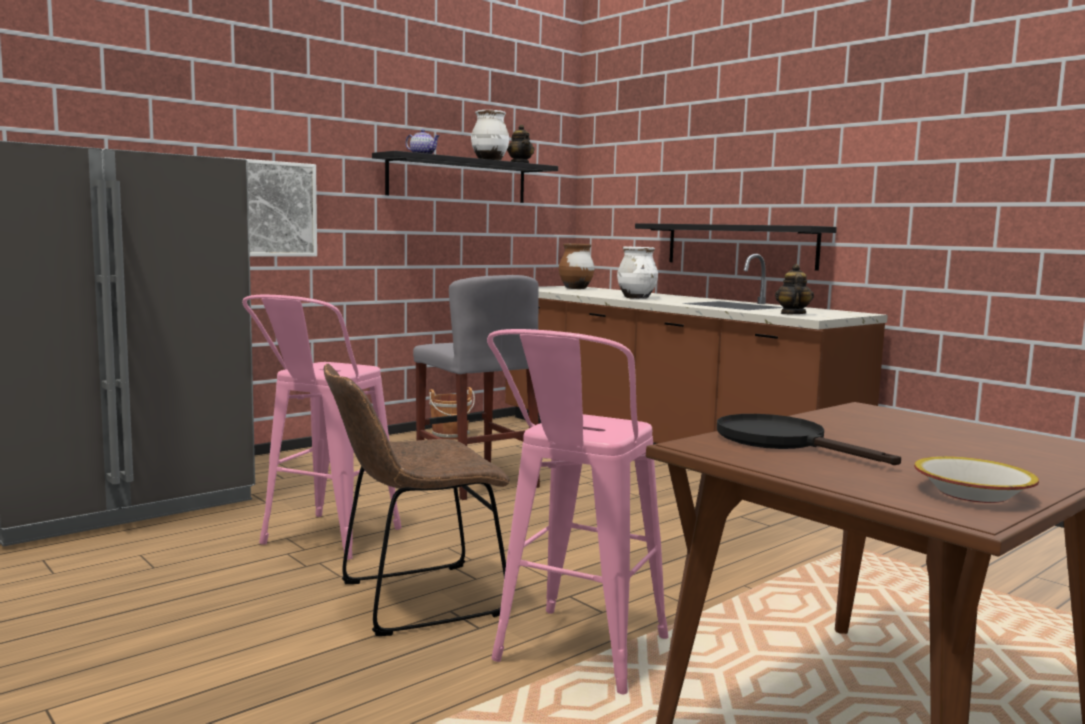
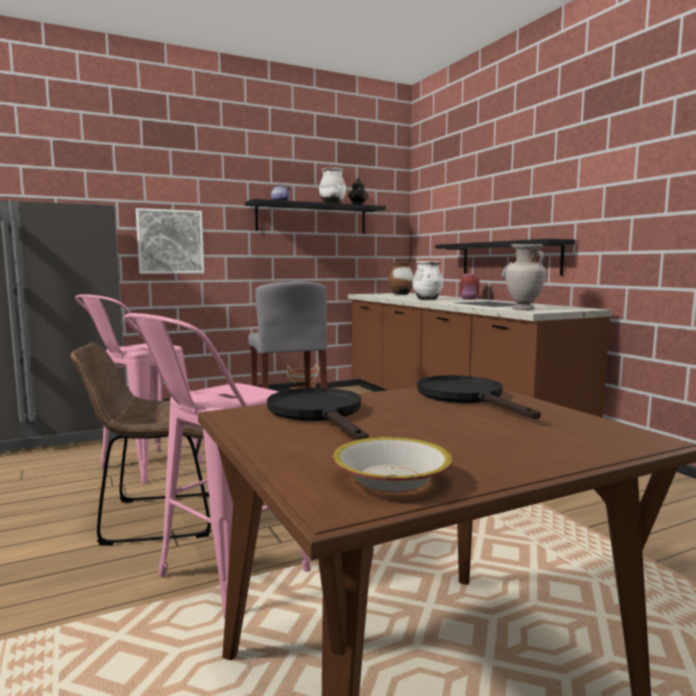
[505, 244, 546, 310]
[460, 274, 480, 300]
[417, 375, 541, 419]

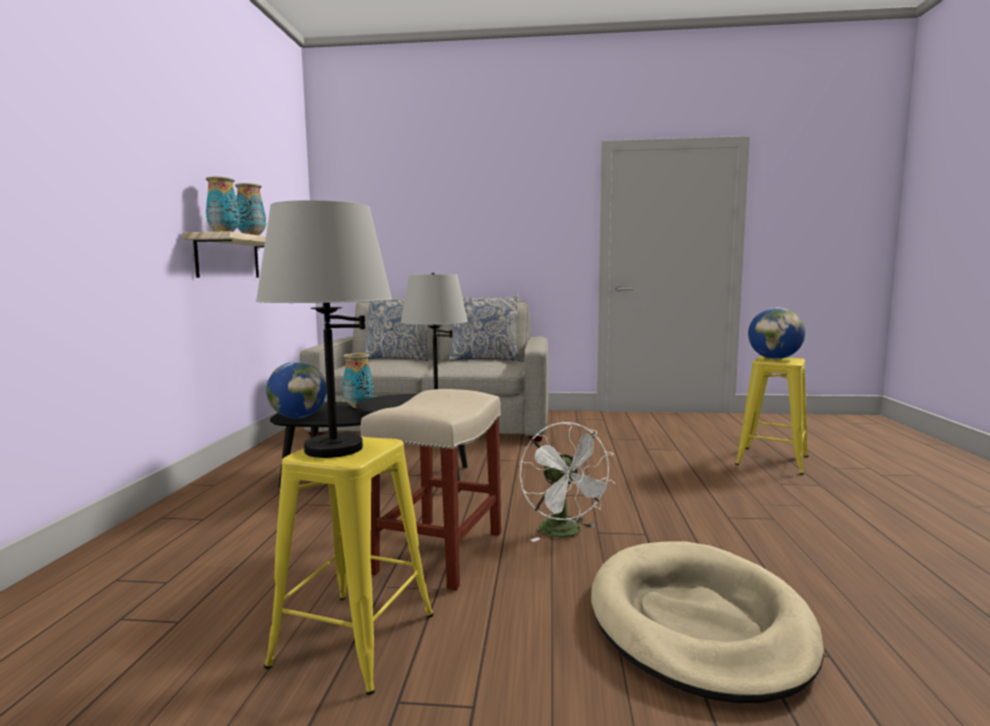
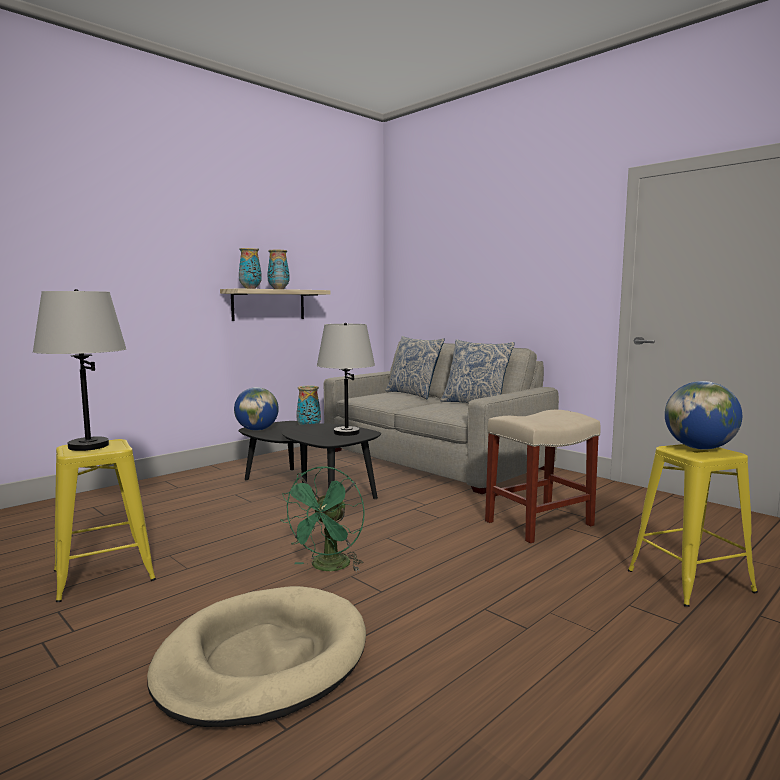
[485, 410, 601, 543]
[280, 466, 364, 571]

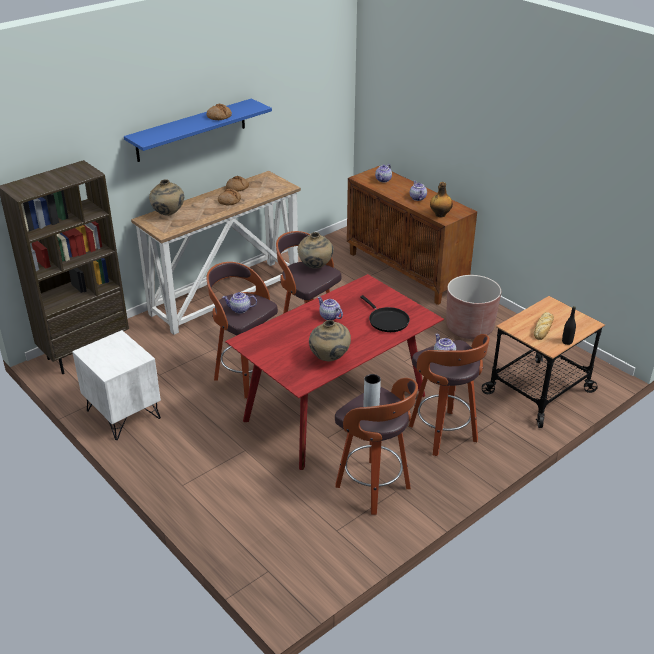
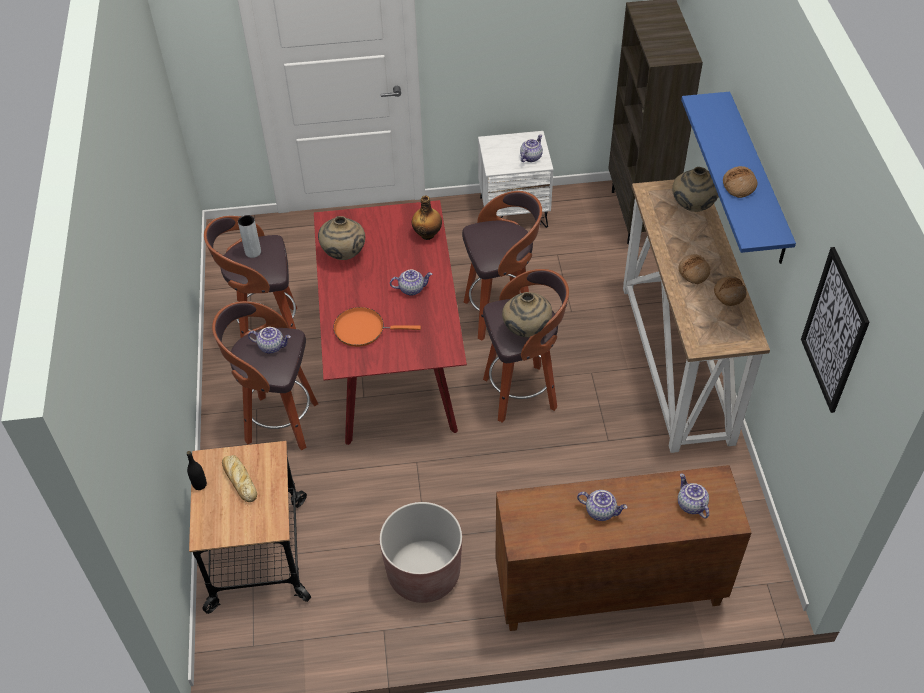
[412, 196, 442, 240]
[520, 134, 543, 162]
[333, 307, 421, 347]
[801, 247, 870, 413]

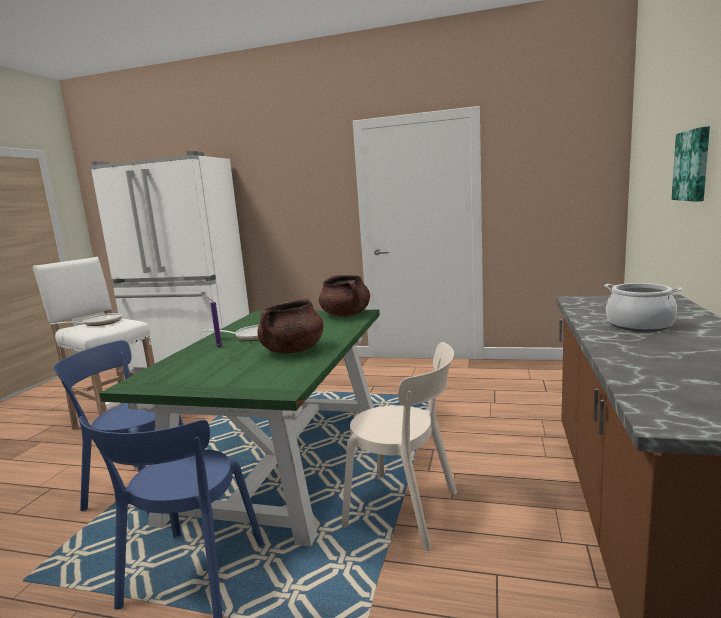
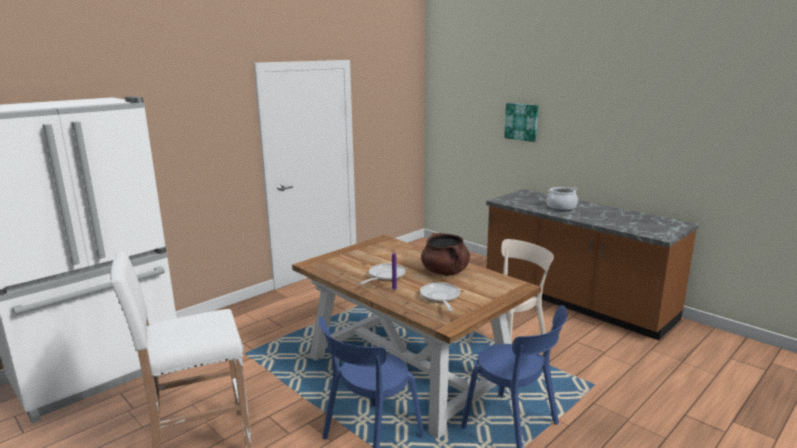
[319, 275, 370, 317] (first image)
[292, 235, 541, 439]
[420, 283, 460, 311]

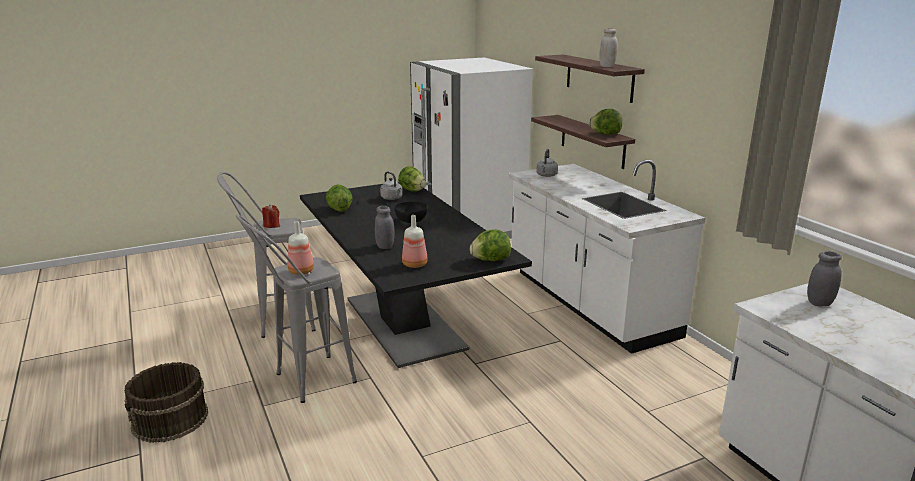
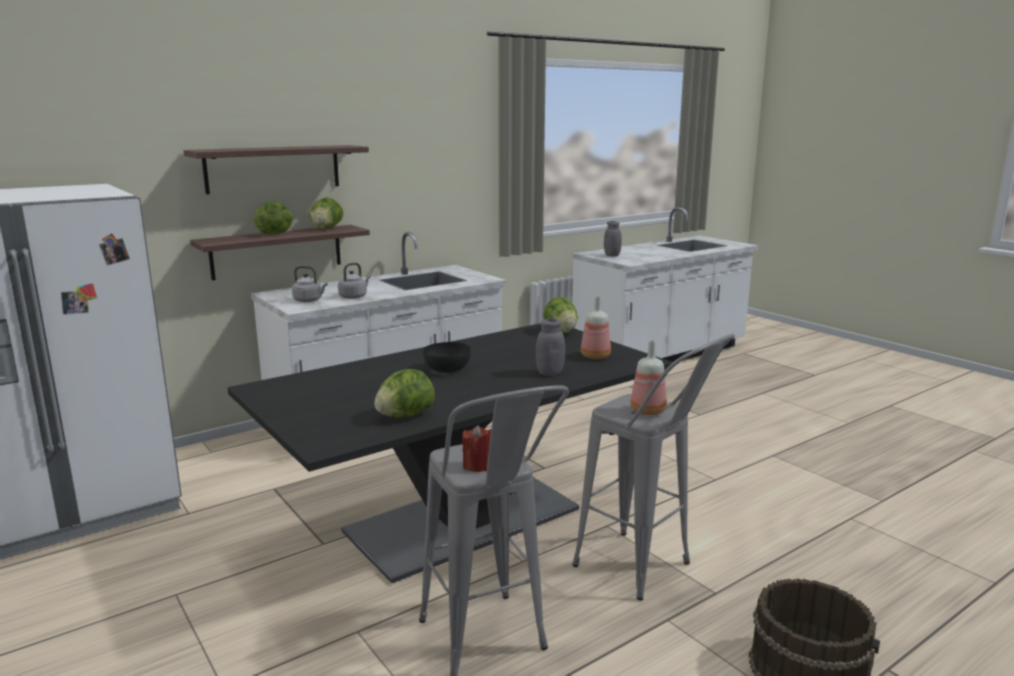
[599, 28, 618, 67] (first image)
[254, 201, 293, 234]
[338, 263, 371, 299]

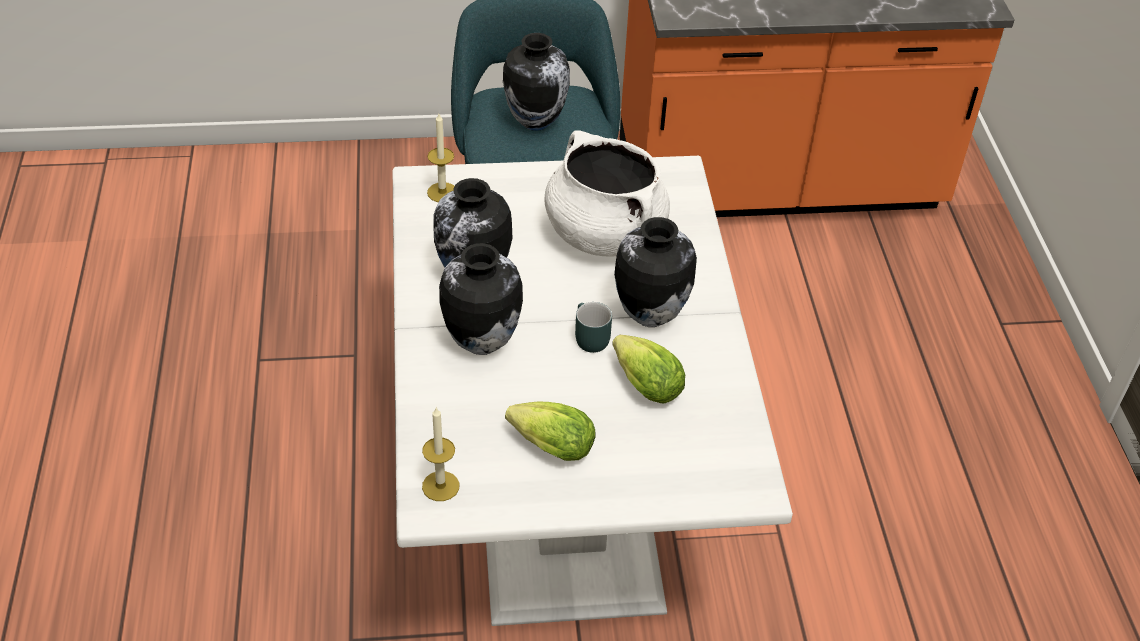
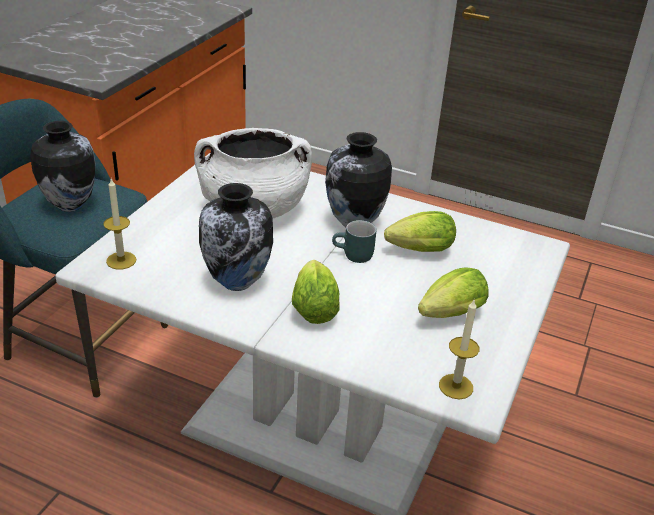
[292, 260, 340, 324]

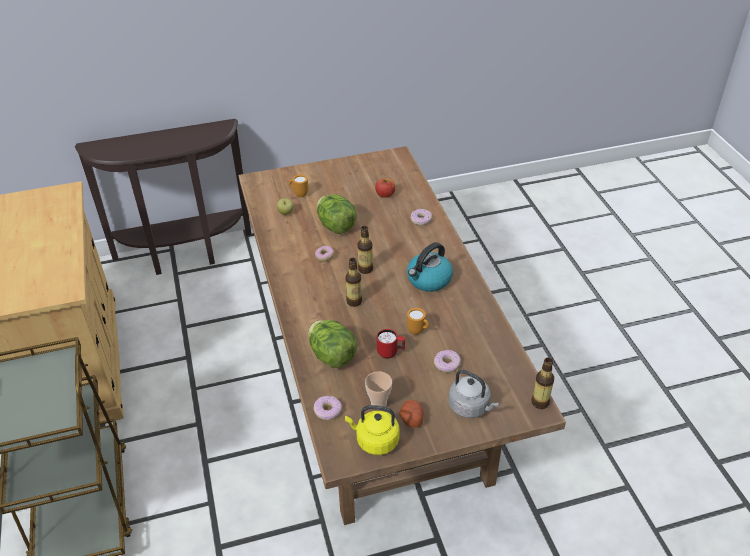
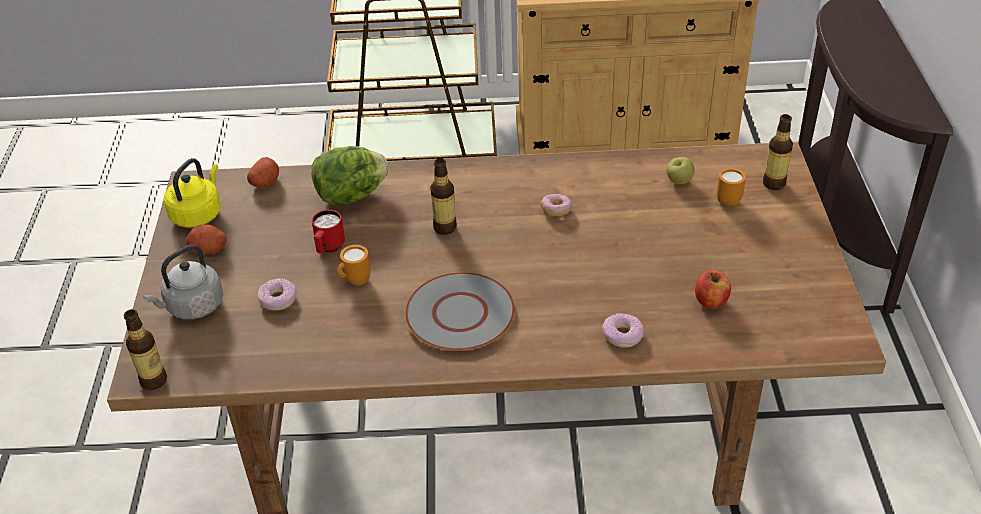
[317, 194, 357, 234] (first image)
[763, 114, 793, 190]
[405, 272, 515, 351]
[365, 371, 392, 410] (first image)
[247, 157, 279, 188]

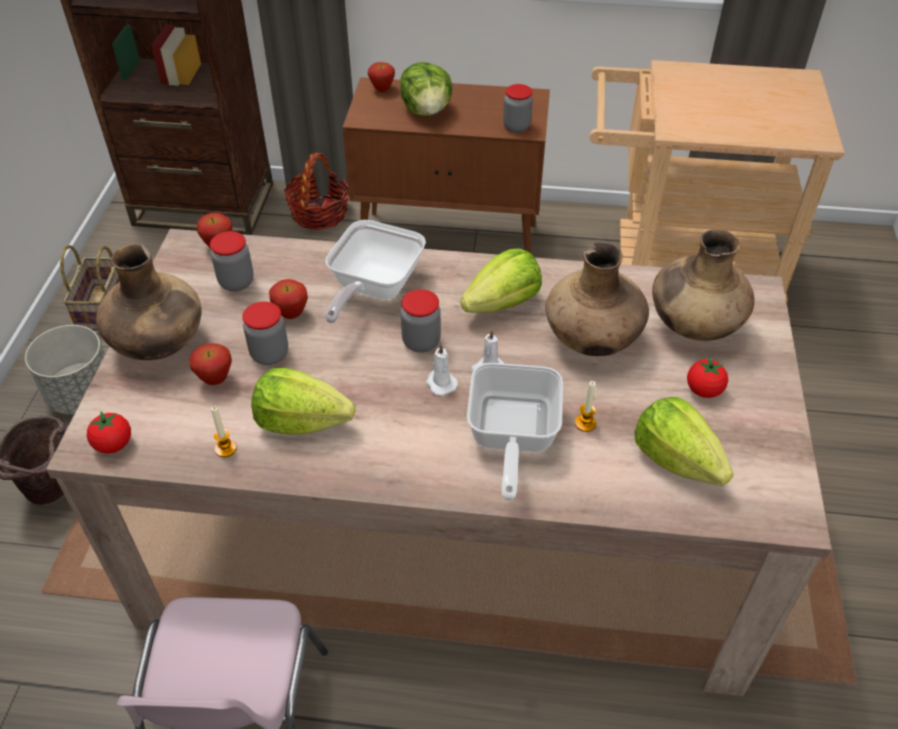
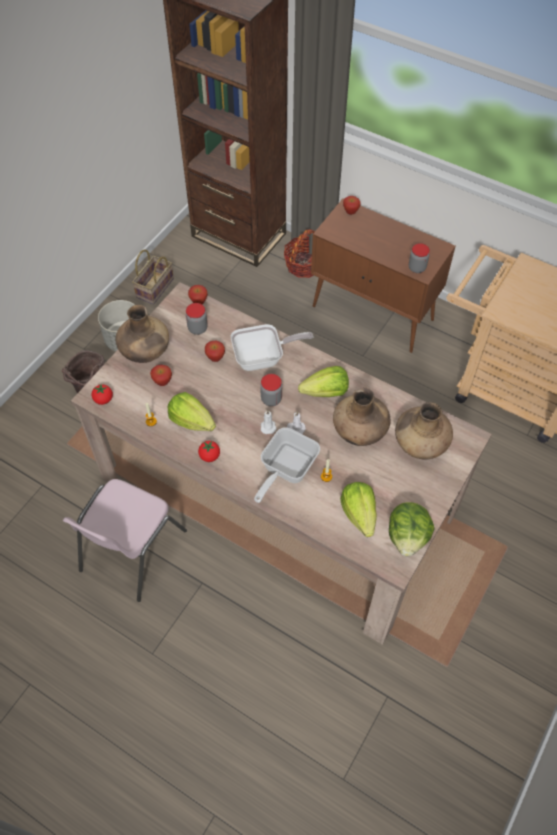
[389, 502, 434, 556]
[231, 324, 314, 371]
[242, 301, 288, 365] (first image)
[198, 441, 220, 462]

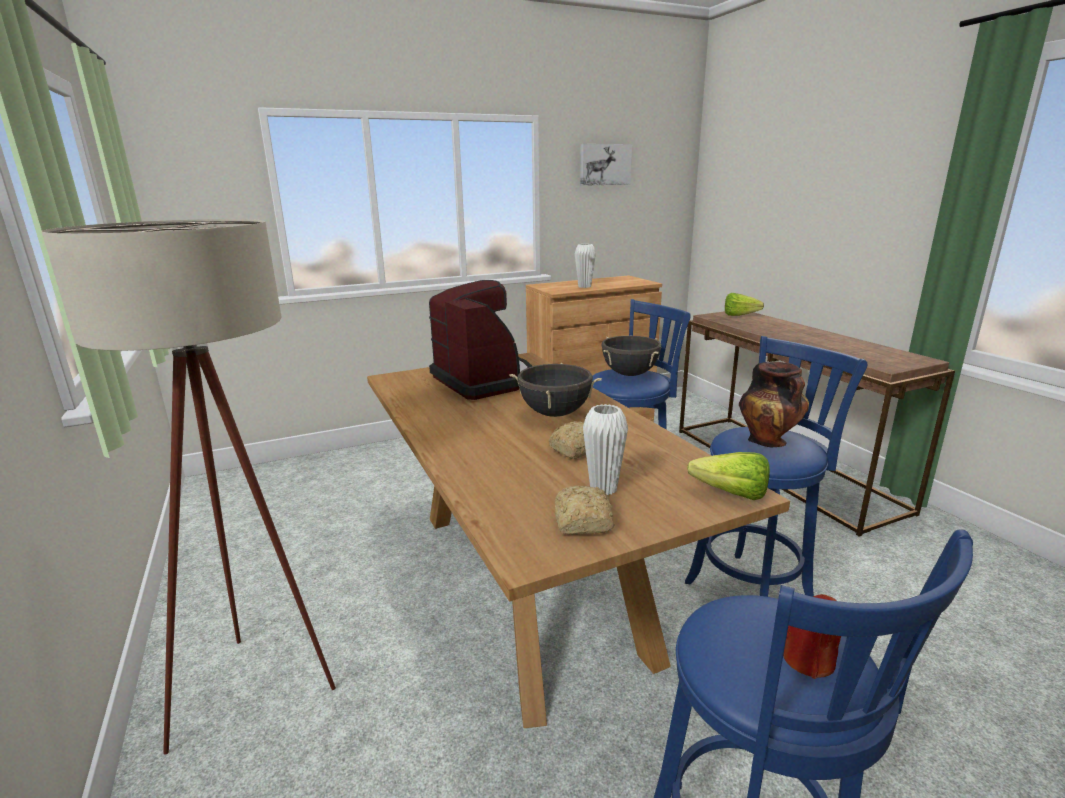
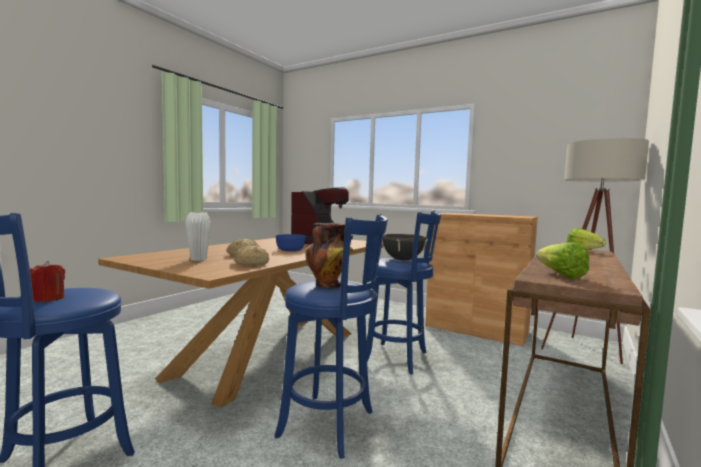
[580, 144, 632, 186] (first image)
[541, 138, 649, 364]
[575, 244, 596, 288] (first image)
[276, 234, 306, 251]
[537, 243, 589, 279]
[234, 245, 269, 266]

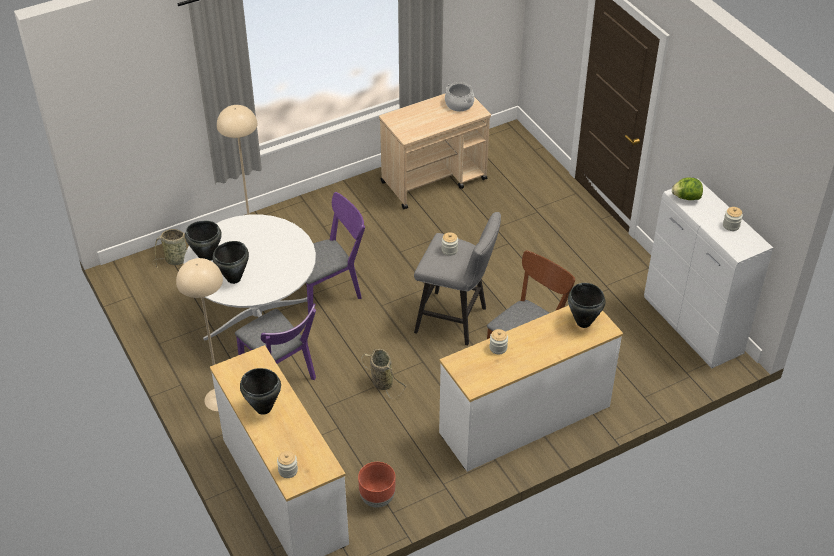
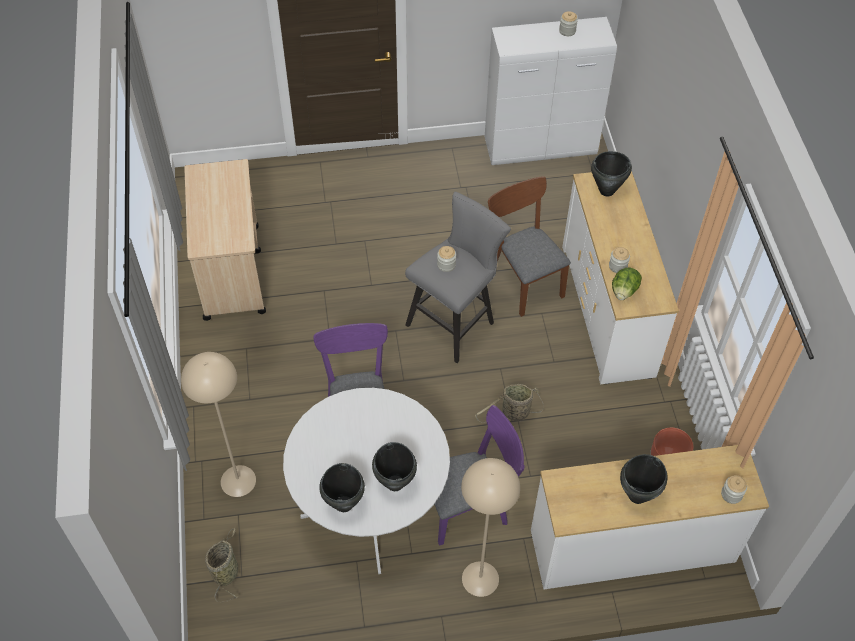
[445, 82, 474, 111] (first image)
[612, 267, 642, 300]

